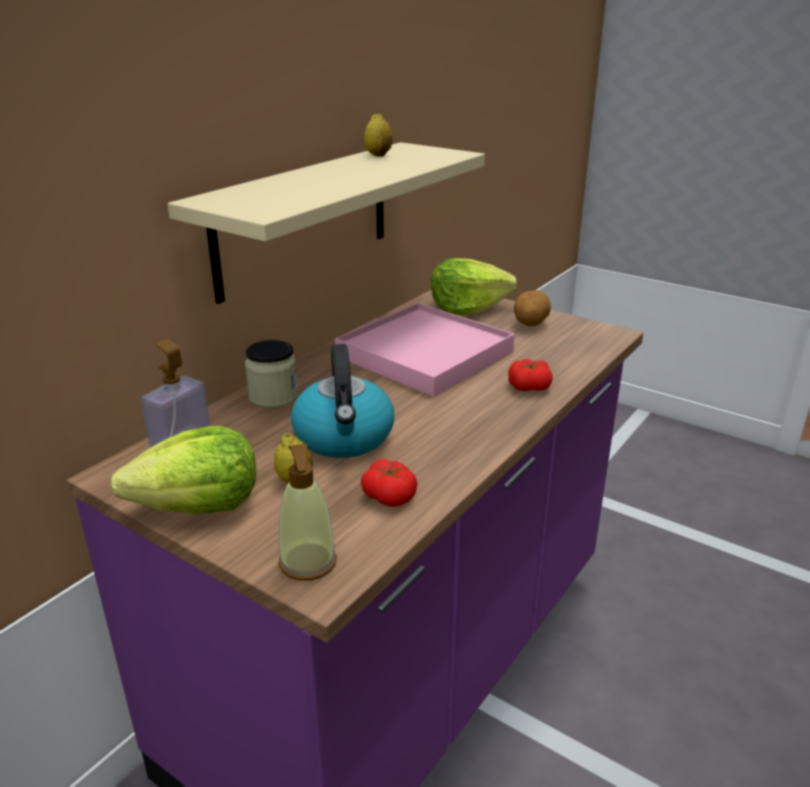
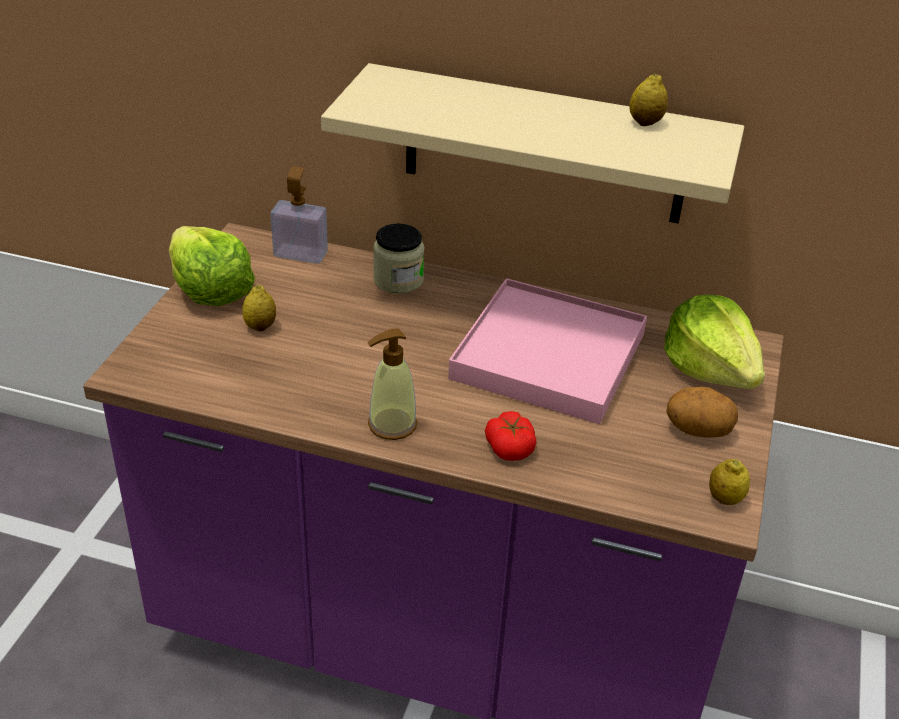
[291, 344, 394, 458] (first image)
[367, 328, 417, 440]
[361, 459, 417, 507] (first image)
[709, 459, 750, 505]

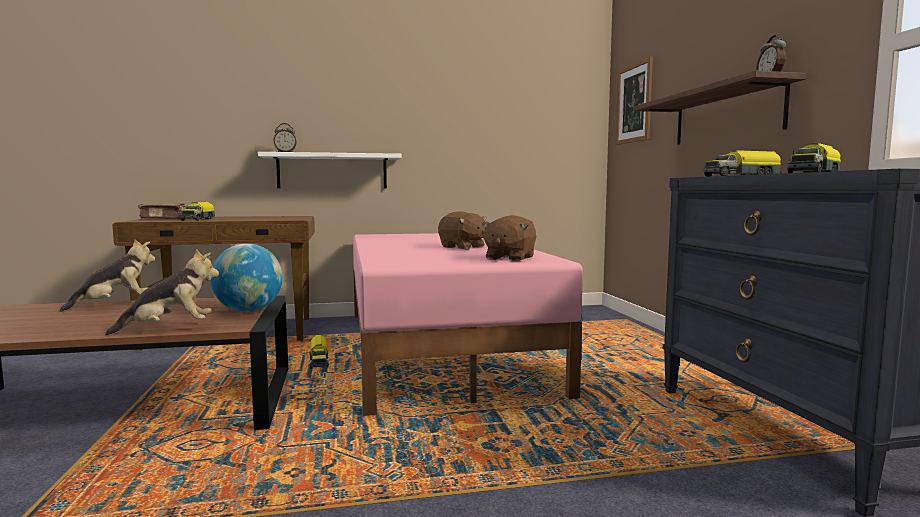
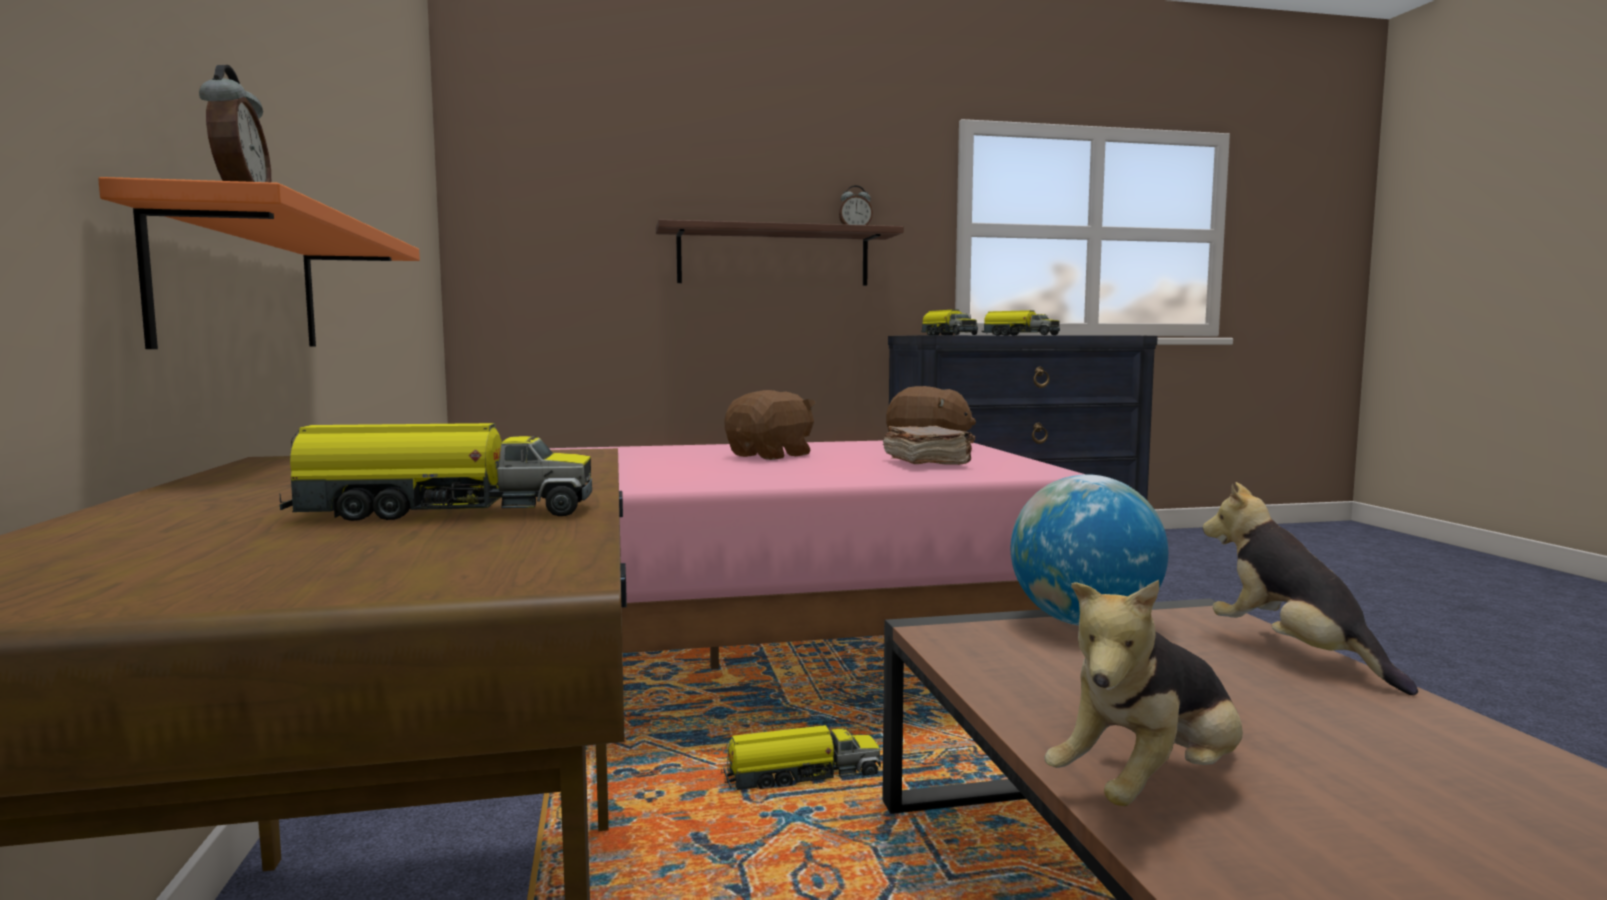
[615, 57, 653, 145] (first image)
[98, 177, 420, 349]
[883, 426, 975, 465]
[1044, 580, 1243, 806]

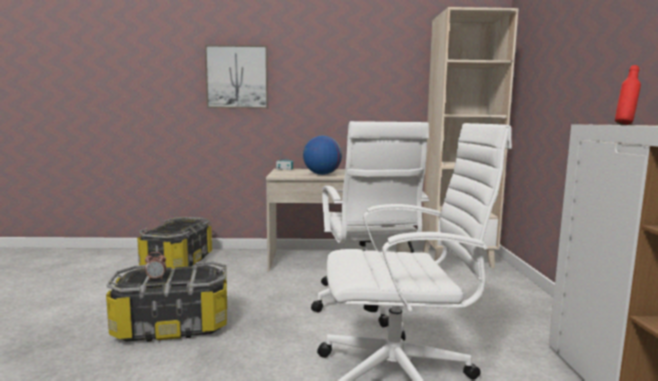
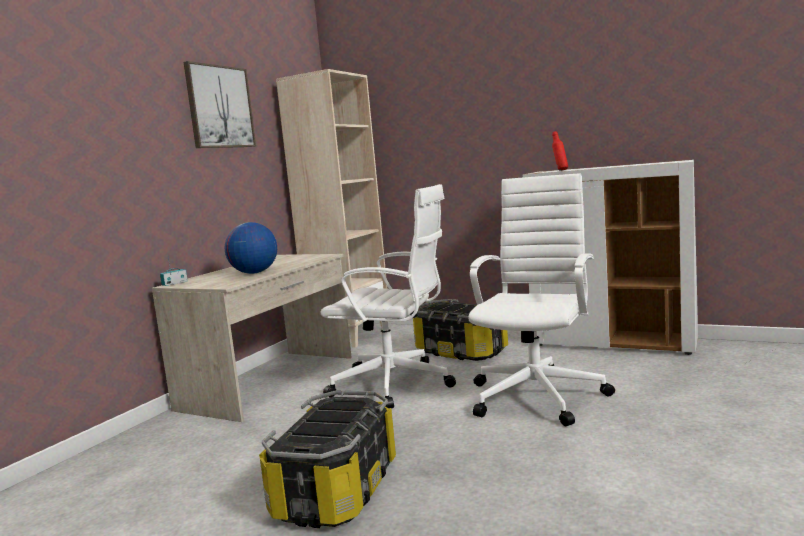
[184, 61, 256, 148]
[413, 299, 508, 361]
[145, 252, 166, 280] (first image)

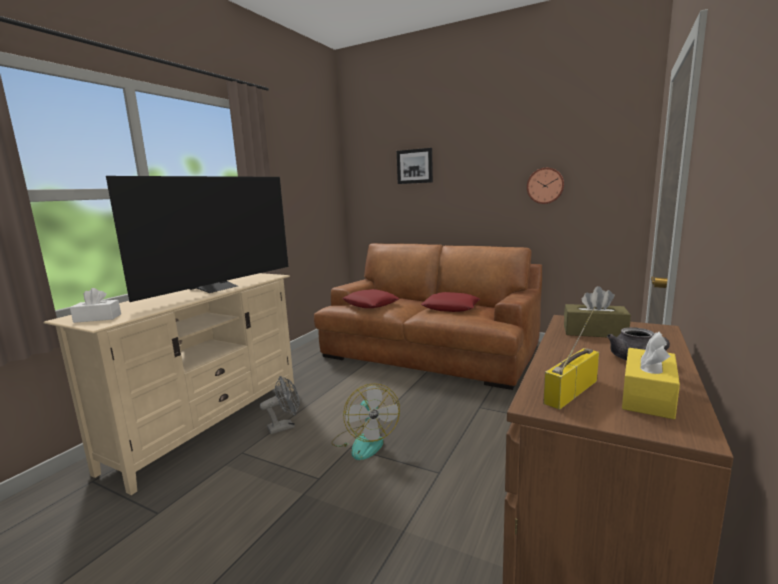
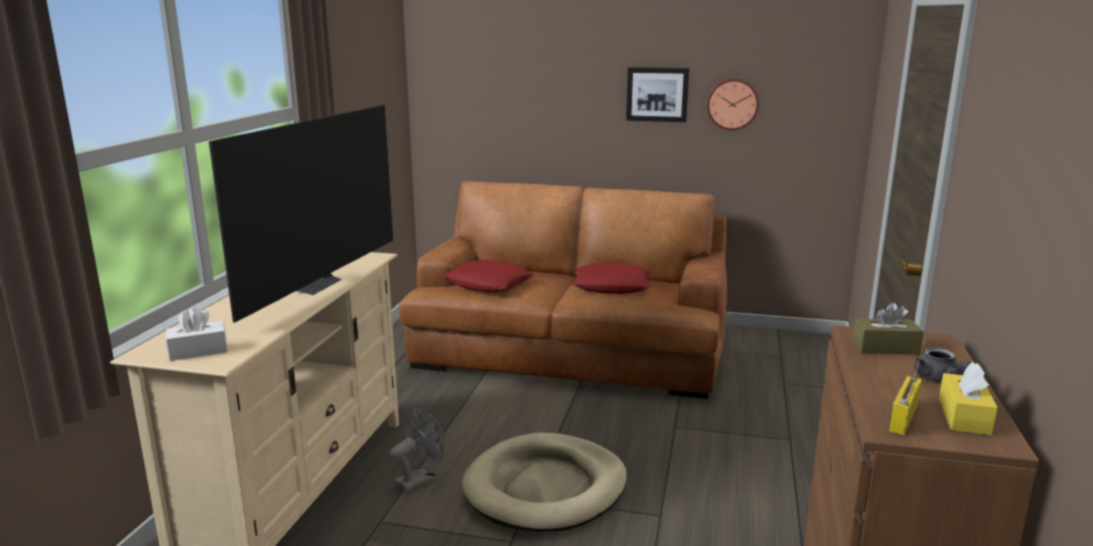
[626, 67, 689, 122]
[462, 433, 627, 532]

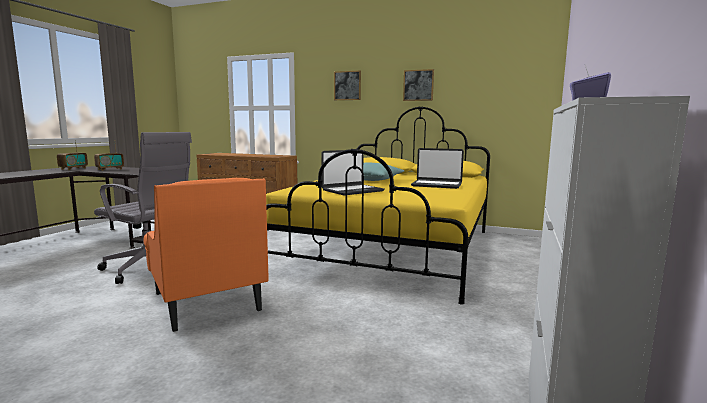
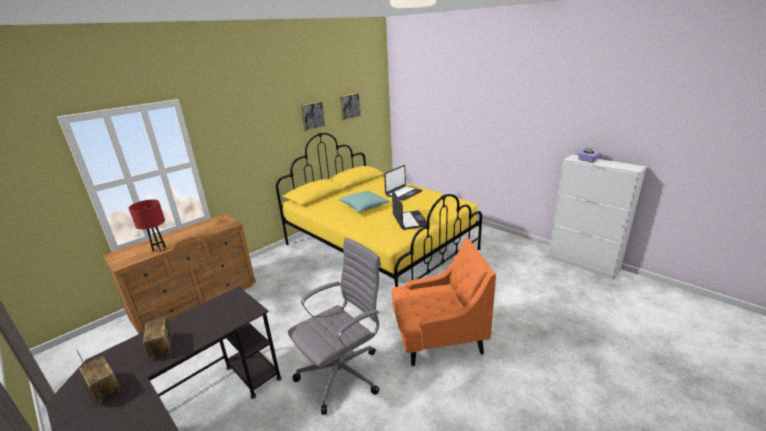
[340, 92, 361, 121]
[129, 199, 166, 252]

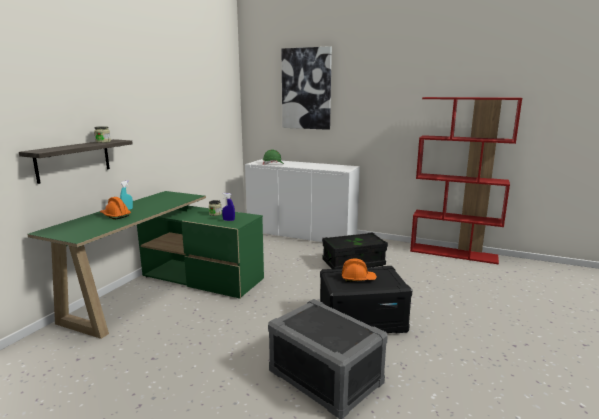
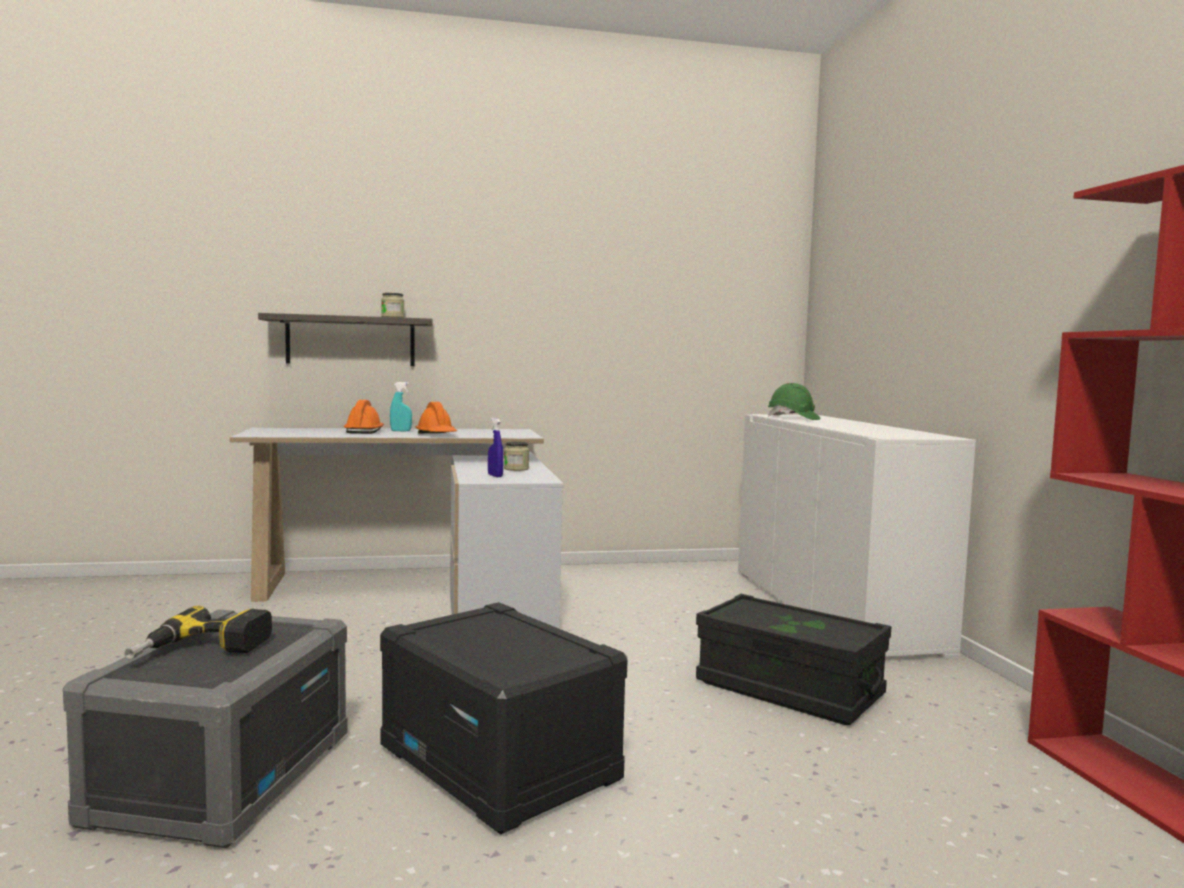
[282, 46, 332, 130] (first image)
[230, 427, 564, 628]
[416, 402, 457, 433]
[124, 606, 272, 659]

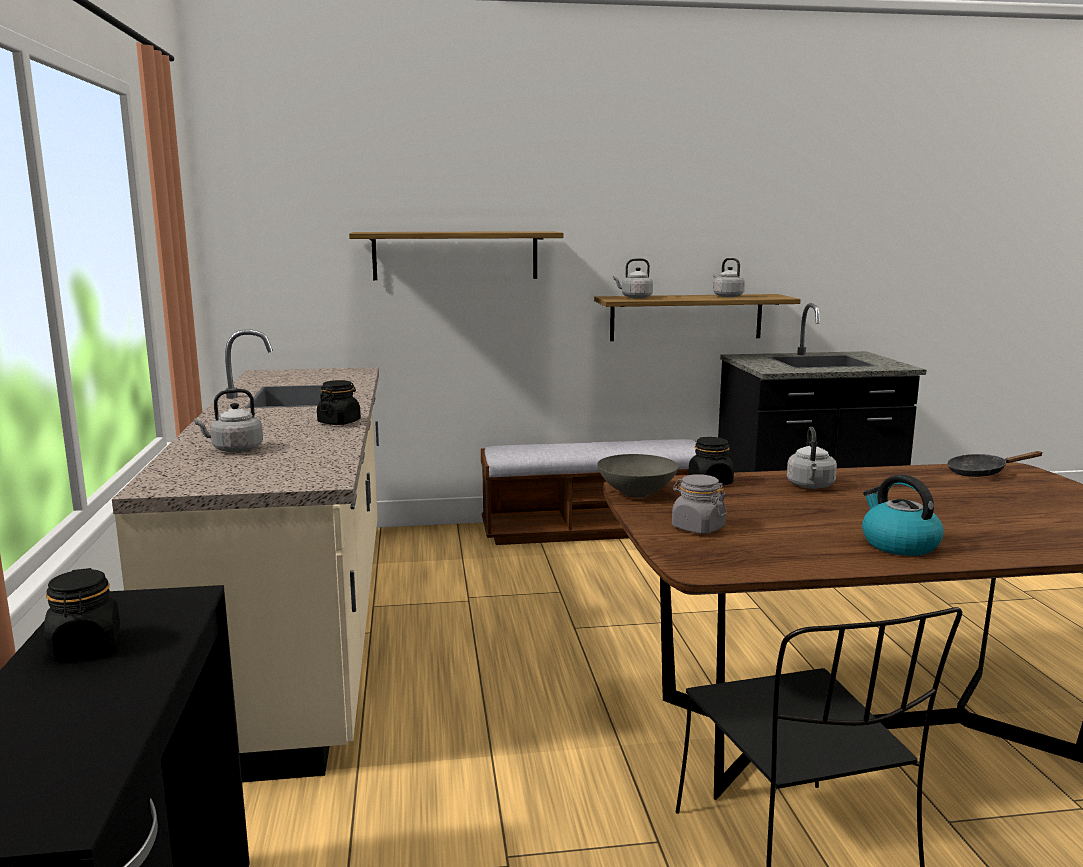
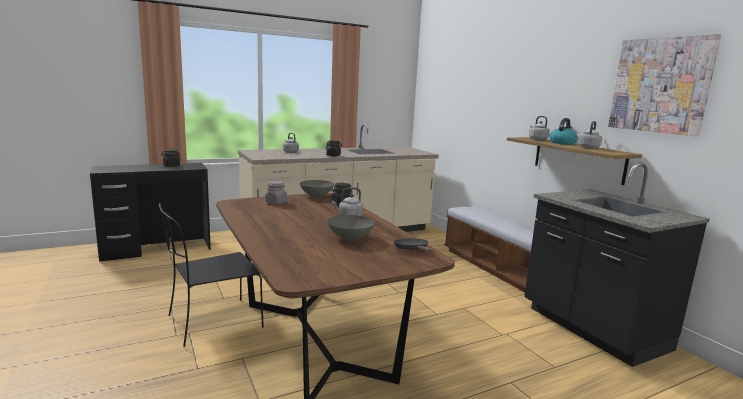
[349, 231, 564, 280] (first image)
[549, 118, 578, 145]
[608, 34, 722, 136]
[328, 215, 375, 241]

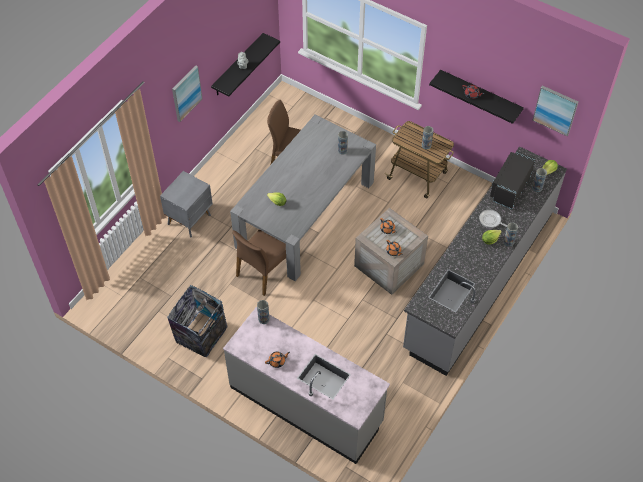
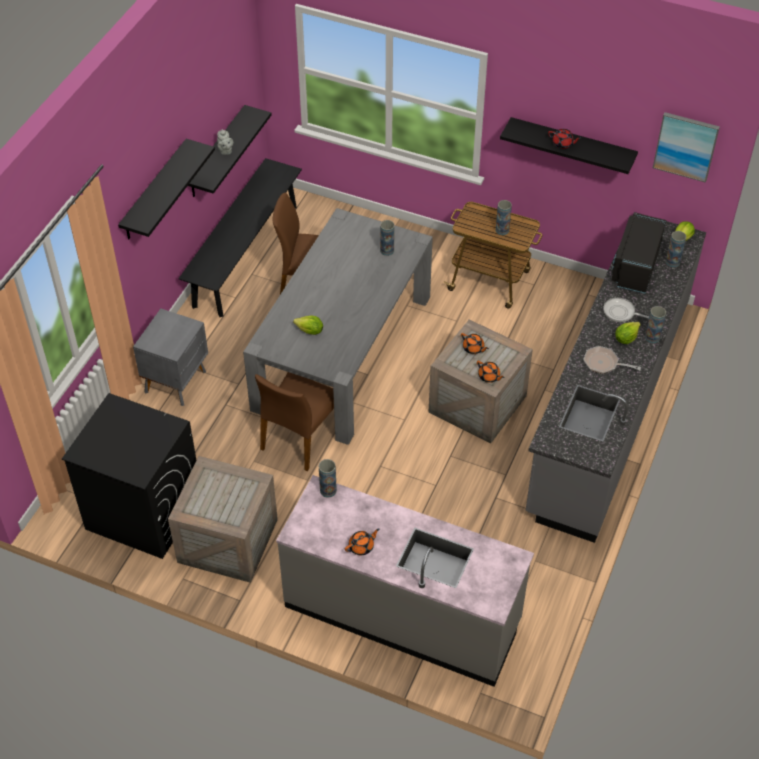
[118, 139, 215, 239]
[168, 456, 278, 583]
[179, 158, 302, 317]
[583, 346, 641, 374]
[62, 393, 196, 559]

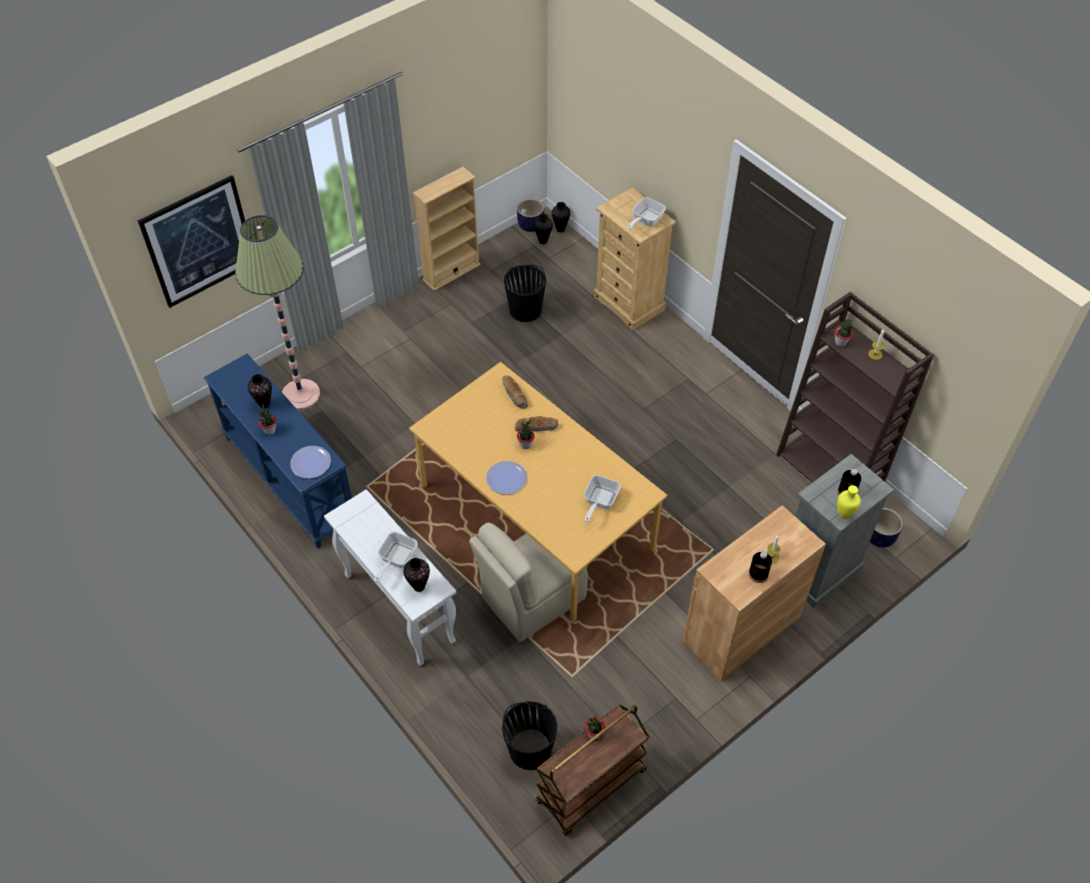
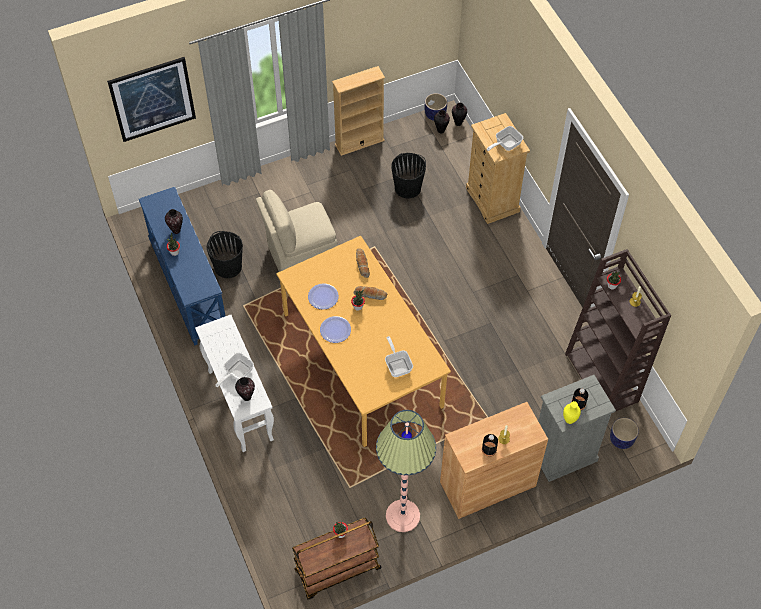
[376, 410, 436, 532]
[308, 283, 339, 310]
[385, 336, 413, 377]
[256, 190, 338, 272]
[206, 231, 243, 278]

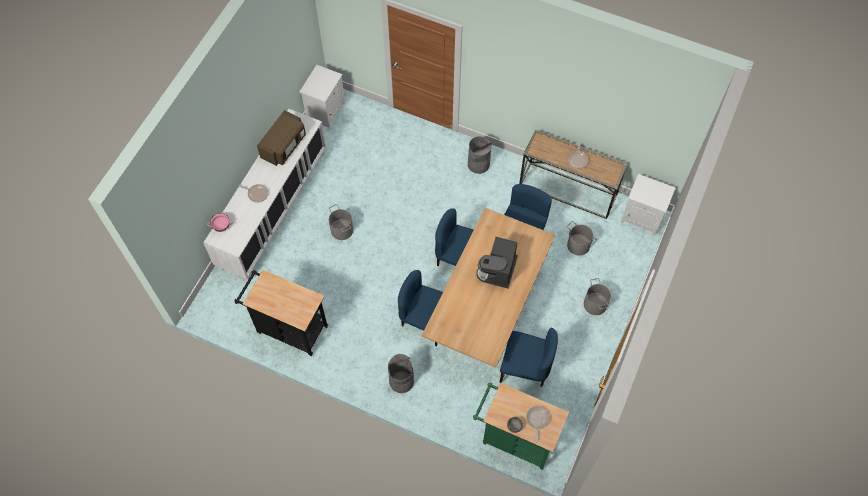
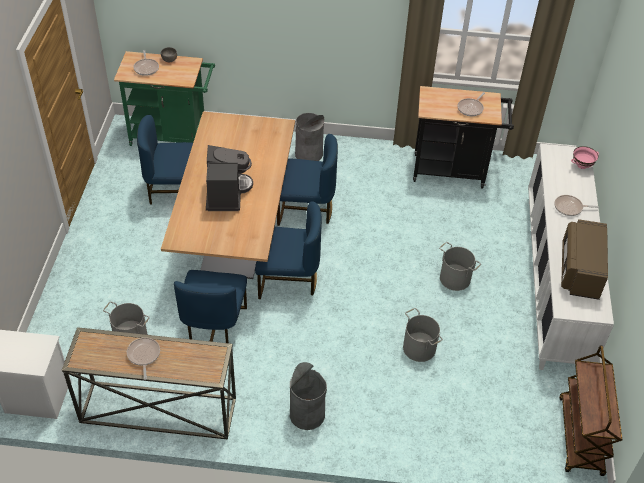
[559, 345, 622, 476]
[403, 308, 443, 362]
[458, 92, 485, 116]

